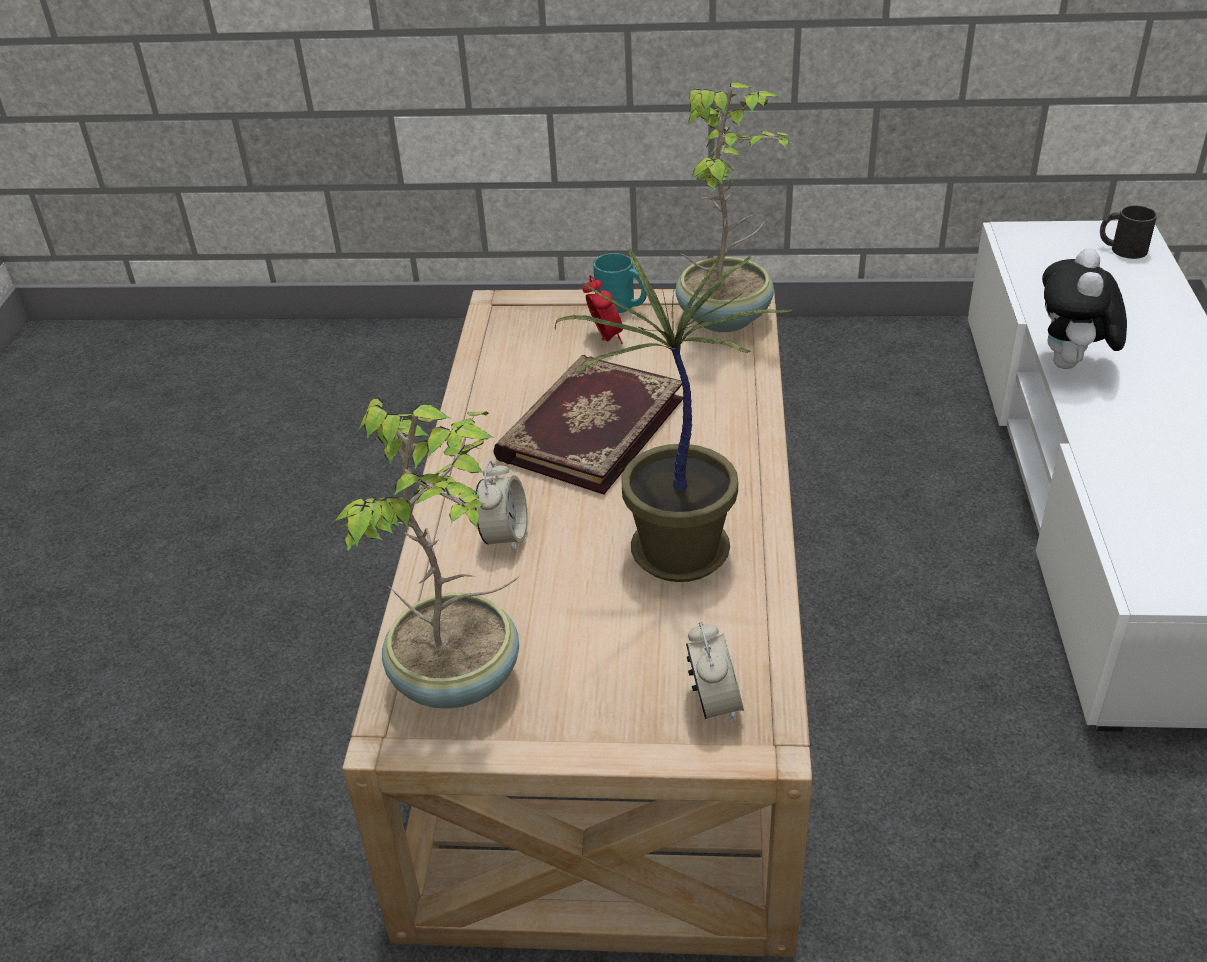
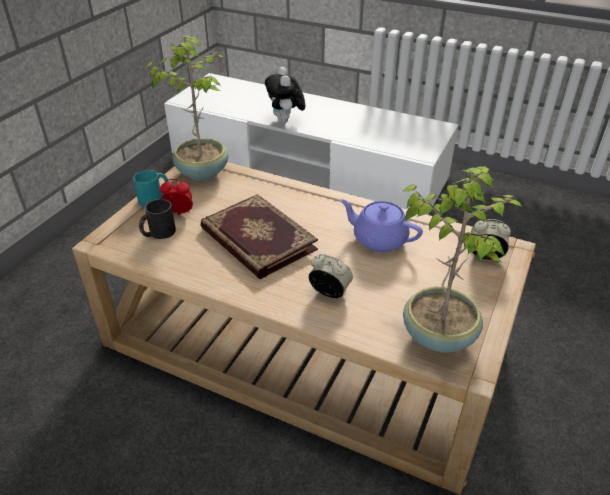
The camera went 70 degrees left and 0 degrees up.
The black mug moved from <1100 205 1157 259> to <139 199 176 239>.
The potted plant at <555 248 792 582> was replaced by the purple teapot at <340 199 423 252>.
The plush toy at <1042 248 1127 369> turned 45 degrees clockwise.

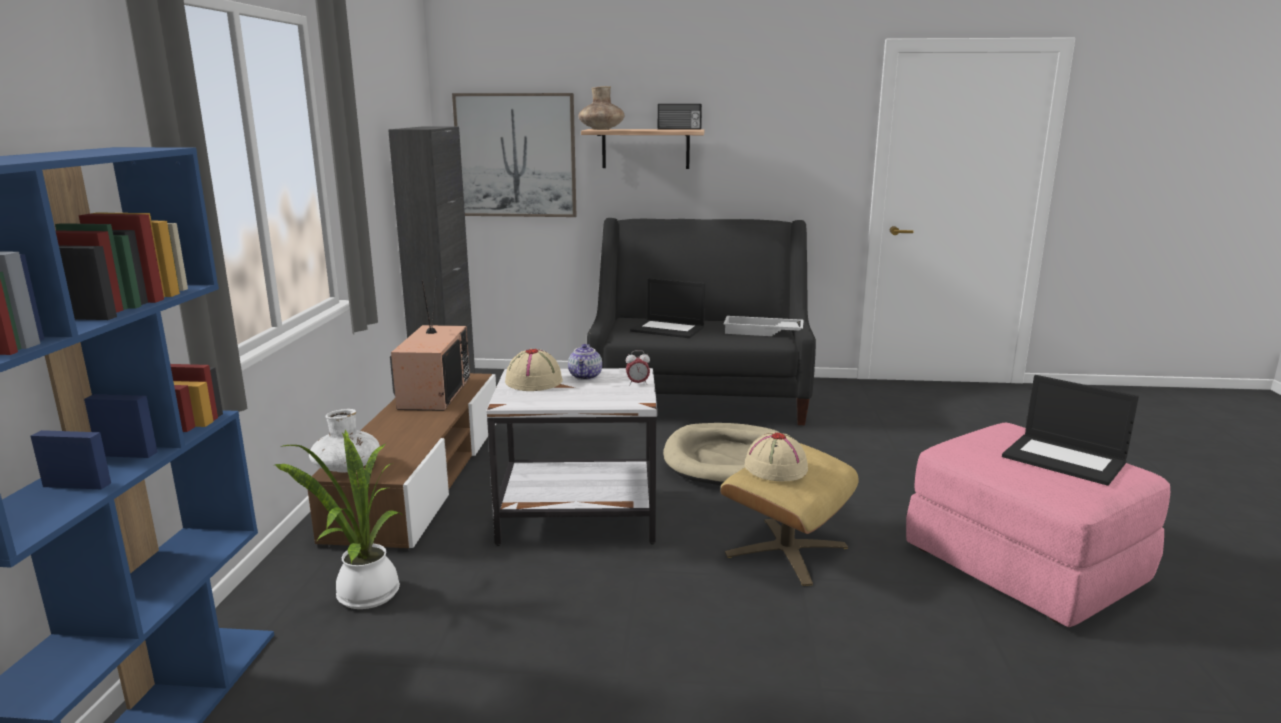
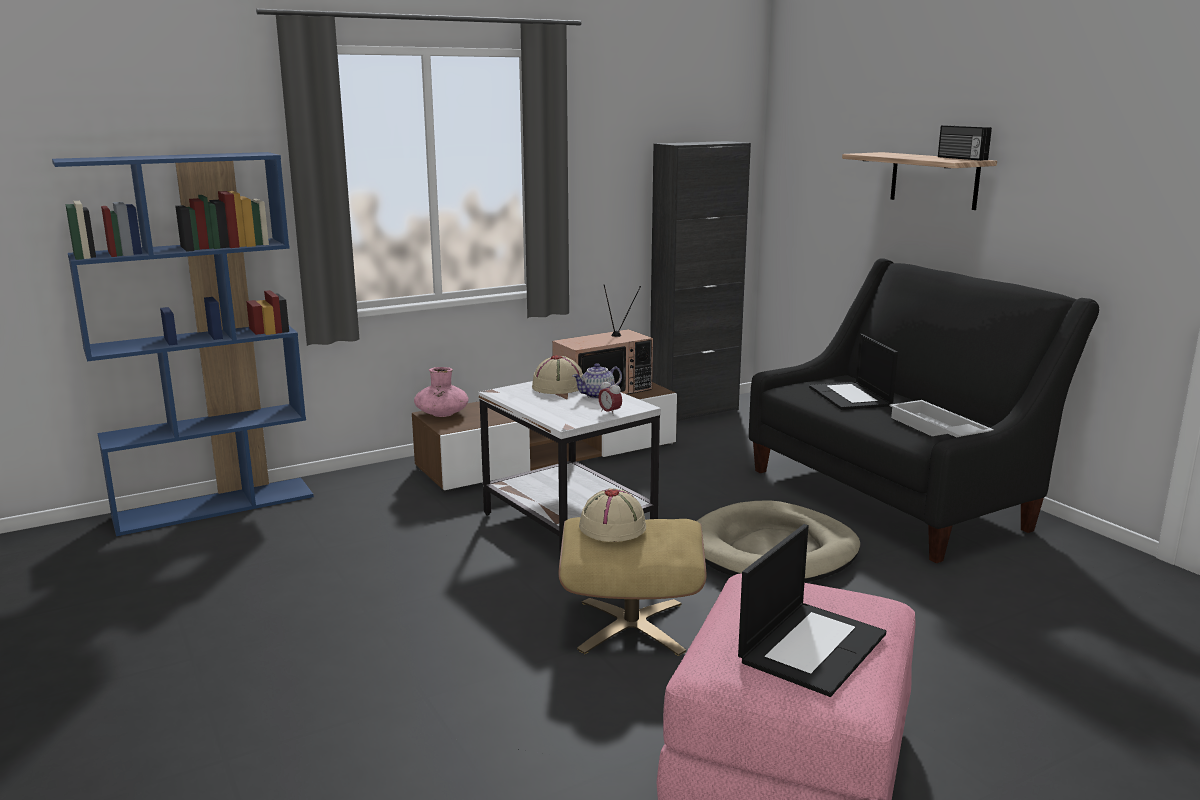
The camera went 55 degrees right and 0 degrees up.
The brown vase at <578 86 625 130> disappeared.
The picture at <452 93 576 217> disappeared.
The laptop at <1002 375 1139 486> turned 150 degrees counterclockwise.
The white vase at <309 409 380 473> became the pink vase at <414 367 469 417>.
The potted plant at <275 429 402 609> disappeared.

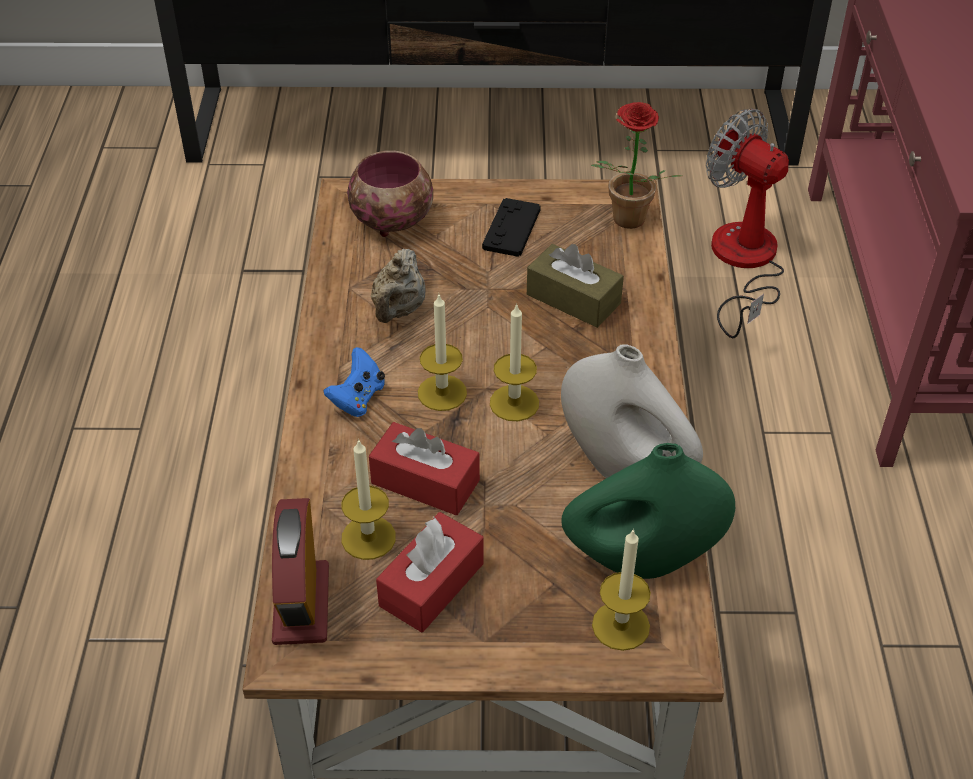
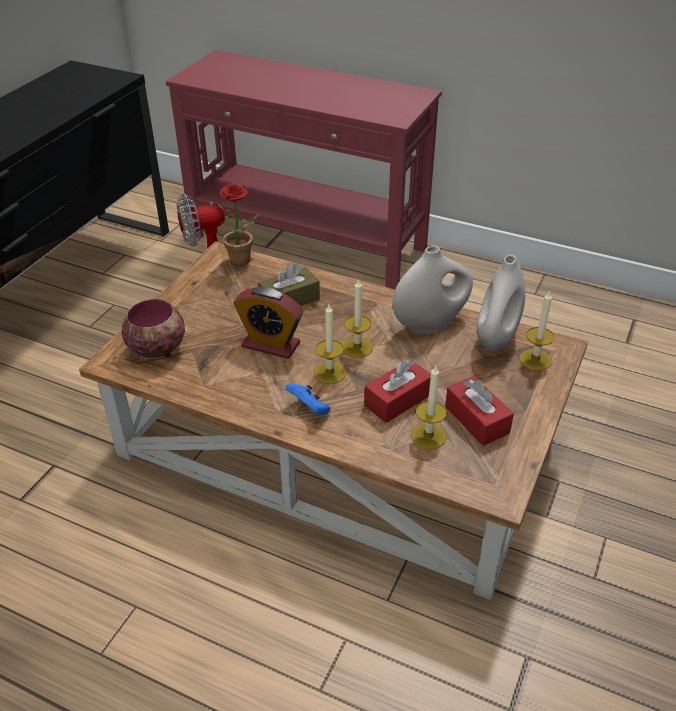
The camera went 65 degrees left and 5 degrees down.
The black game controller at <482 198 541 257> disappeared.
The beige teapot at <371 248 425 323> disappeared.
The green vase at <562 443 735 579> became the white vase at <477 255 525 351>.
The alarm clock moved from <272 498 329 645> to <233 287 303 359>.

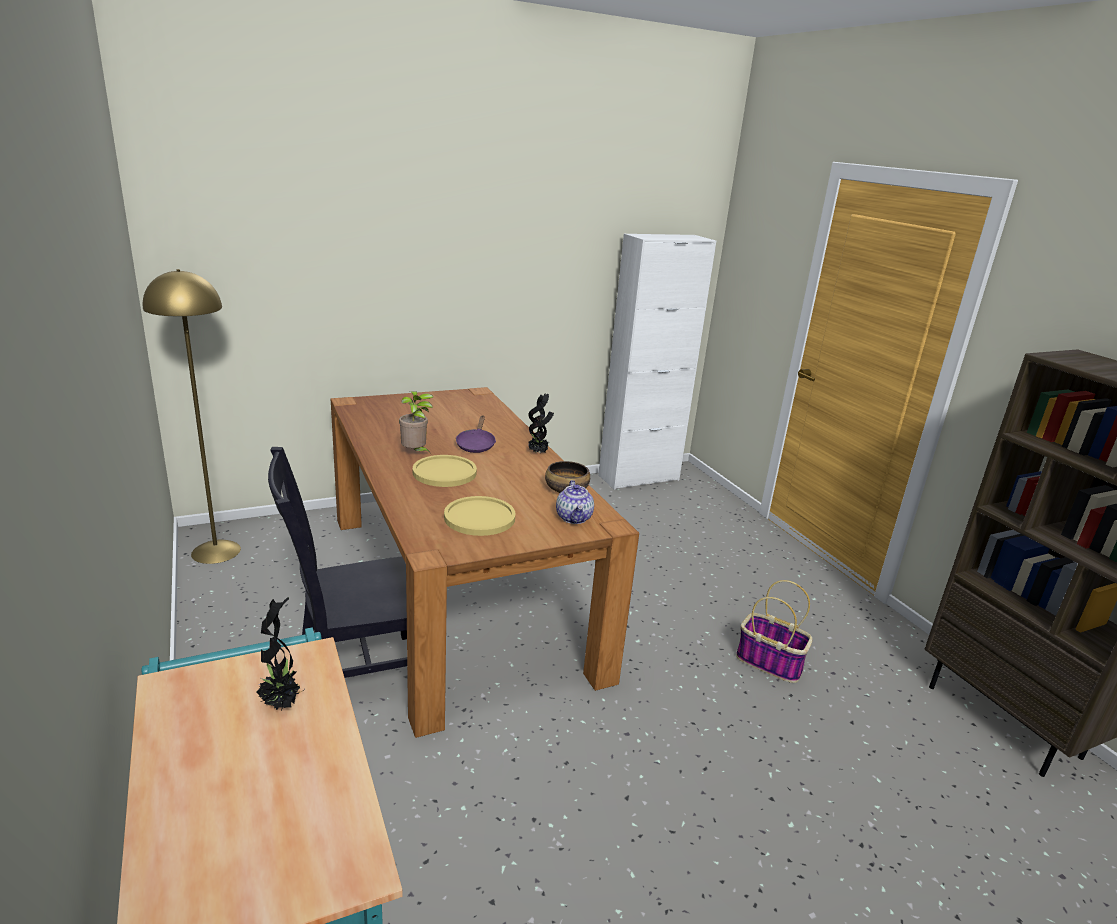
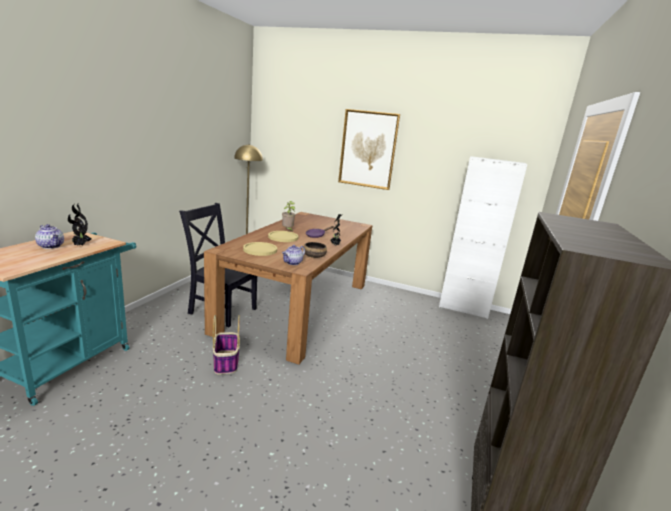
The camera went 45 degrees right and 5 degrees down.
The basket moved from <736 580 812 683> to <213 315 240 374>.
The picture at <338 109 400 190> appeared.
The teapot at <35 224 64 249> appeared.

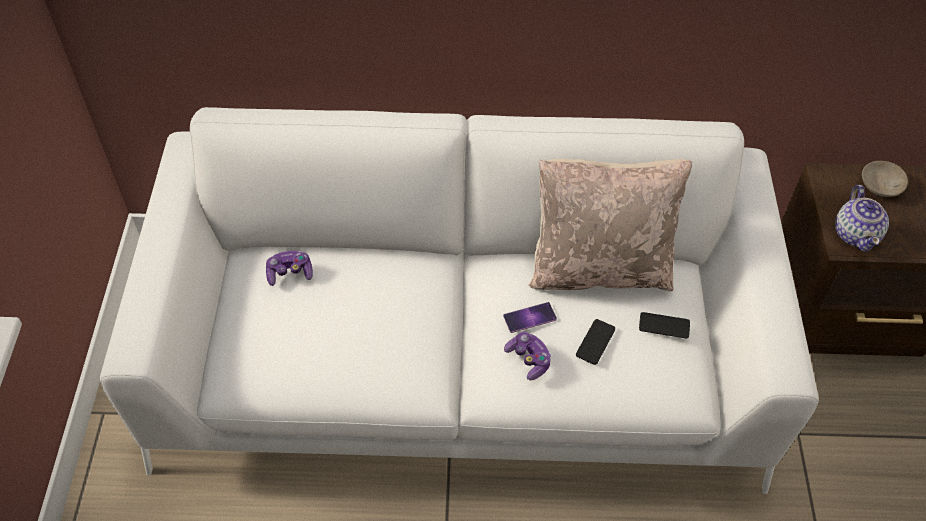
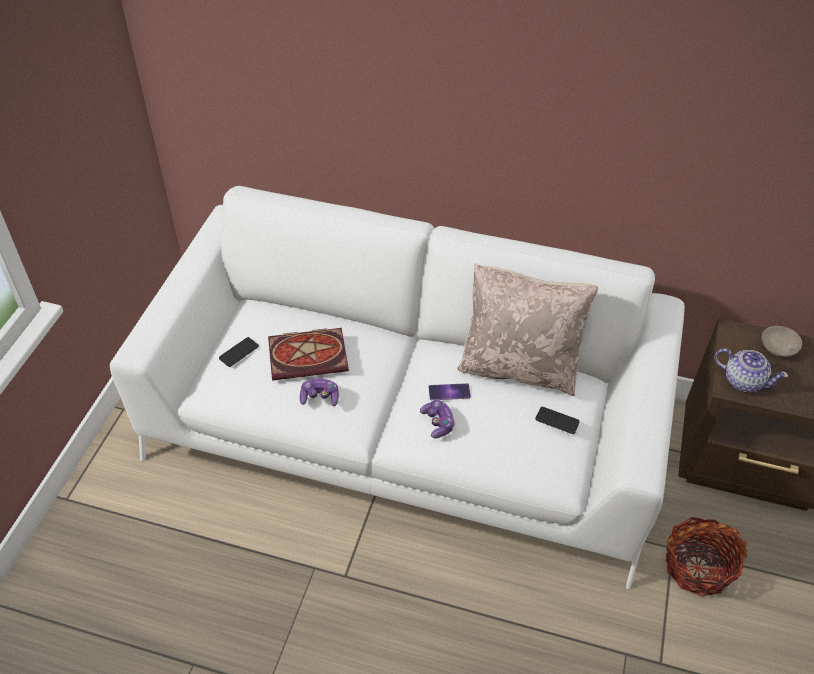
The camera went 15 degrees right and 5 degrees down.
The teapot at <835 185 889 252> turned 75 degrees counterclockwise.
The game controller moved from <266 251 313 286> to <300 379 339 406>.
The phone moved from <576 319 615 365> to <219 337 259 367>.
The book at <268 328 349 381> appeared.
The basket at <666 517 748 597> appeared.

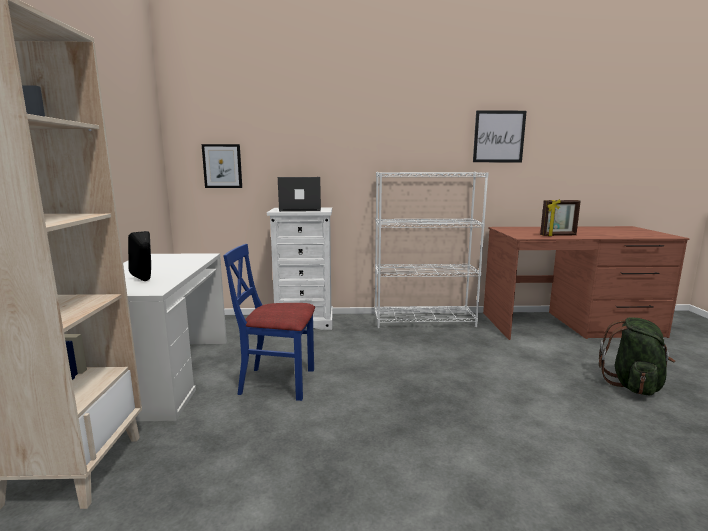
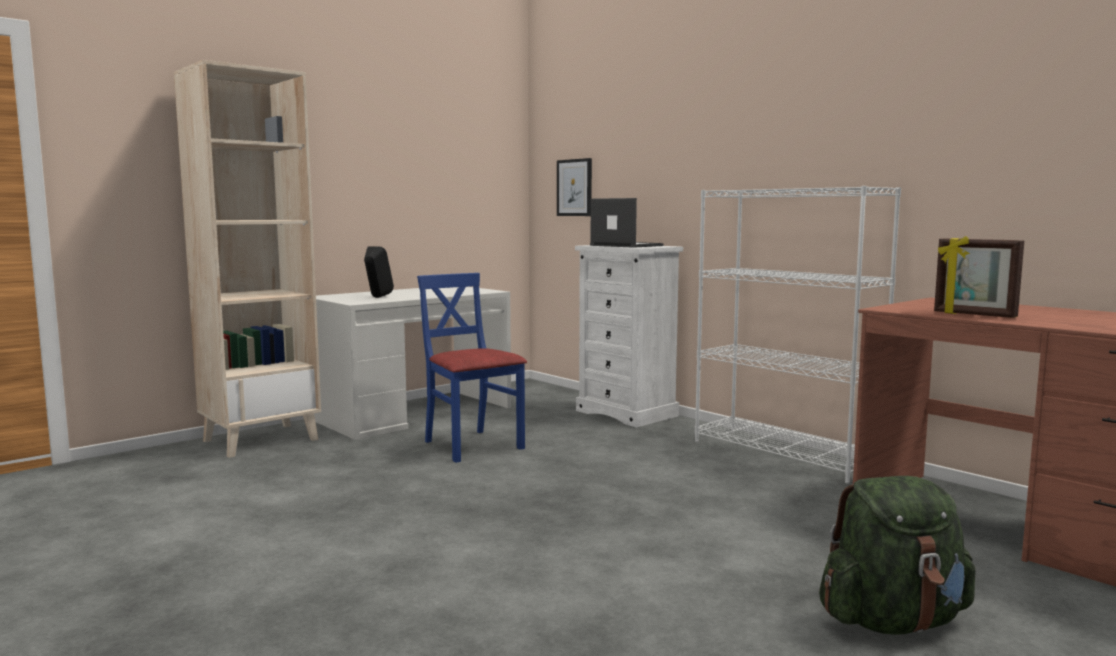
The camera went 50 degrees right and 5 degrees down.
The picture at <473 110 527 162> disappeared.

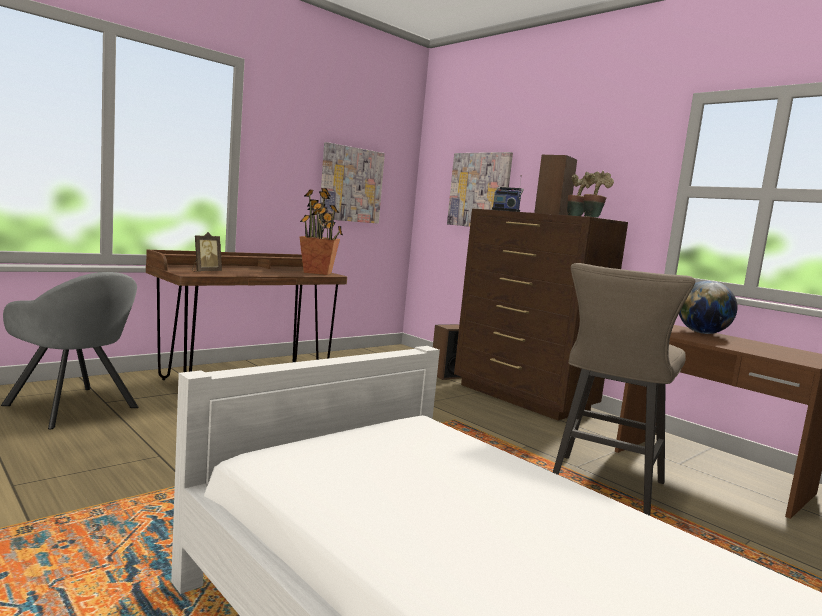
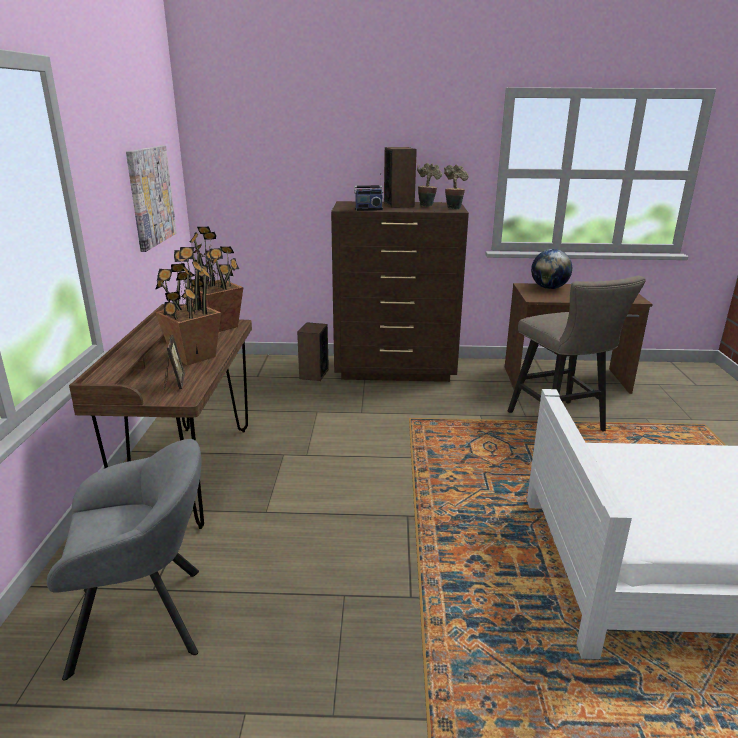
The camera went 45 degrees left and 15 degrees up.
The picture at <447 152 513 227> disappeared.
The potted plant at <155 247 221 365> appeared.

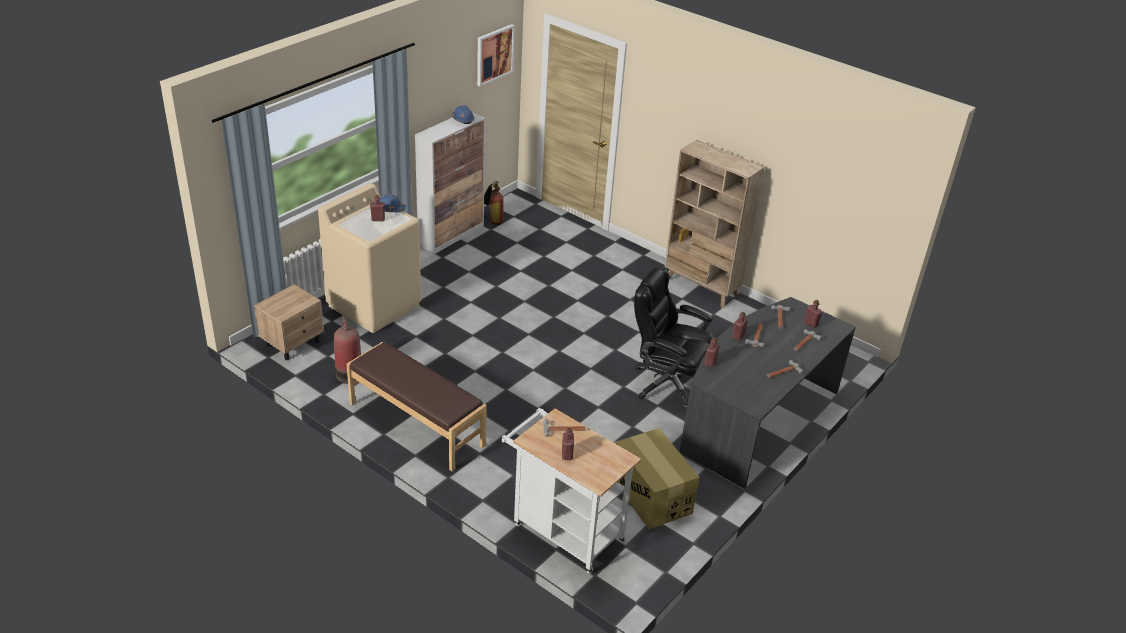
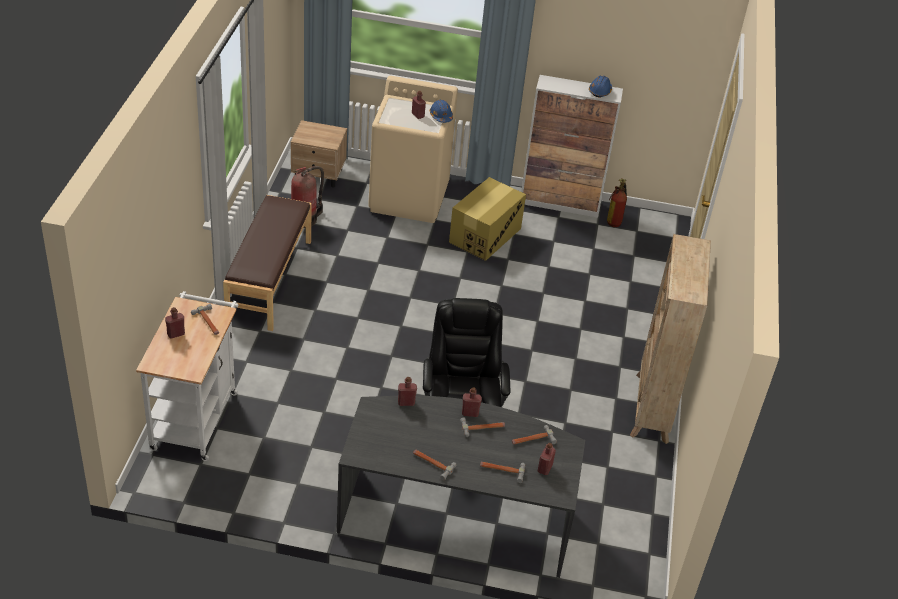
The camera went 60 degrees right and 5 degrees up.
The picture at <477 24 515 87> disappeared.
The cardboard box moved from <615 428 700 529> to <449 177 526 261>.

